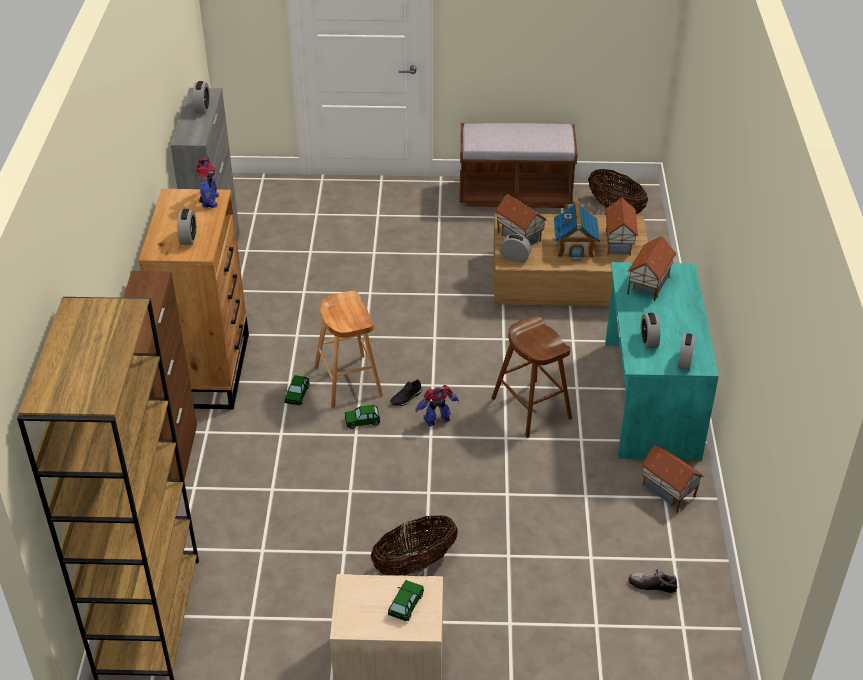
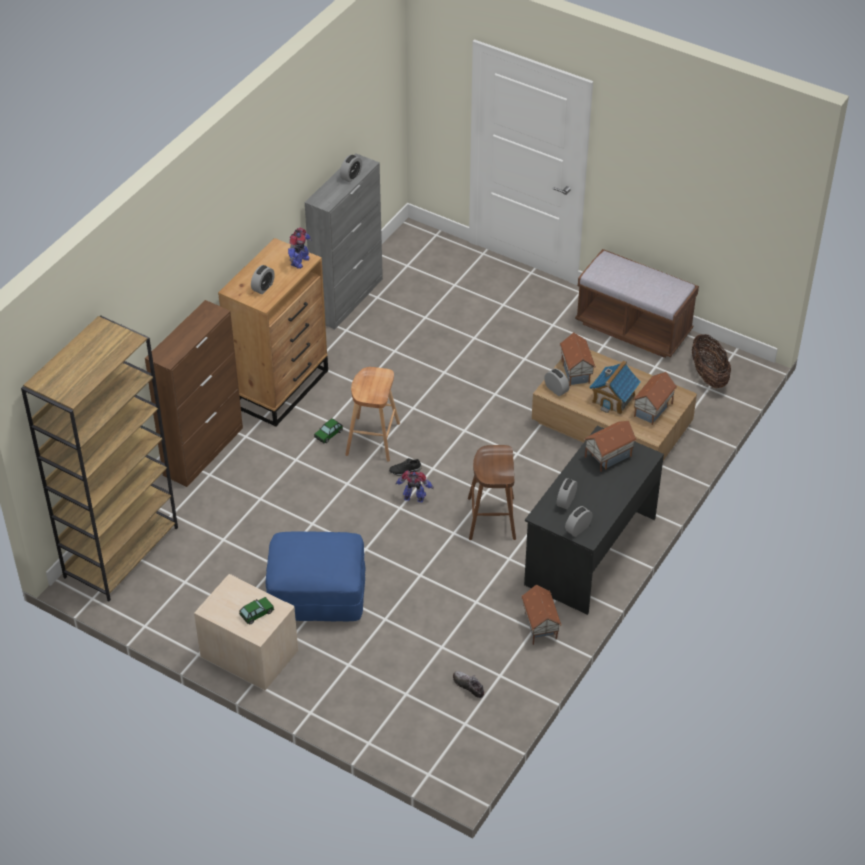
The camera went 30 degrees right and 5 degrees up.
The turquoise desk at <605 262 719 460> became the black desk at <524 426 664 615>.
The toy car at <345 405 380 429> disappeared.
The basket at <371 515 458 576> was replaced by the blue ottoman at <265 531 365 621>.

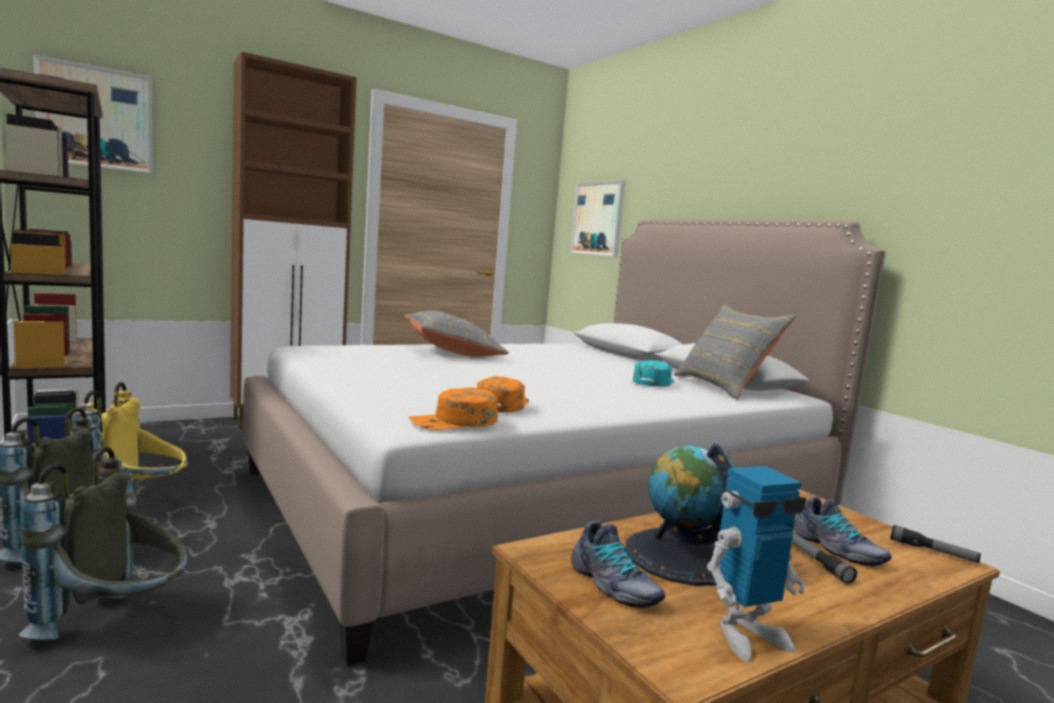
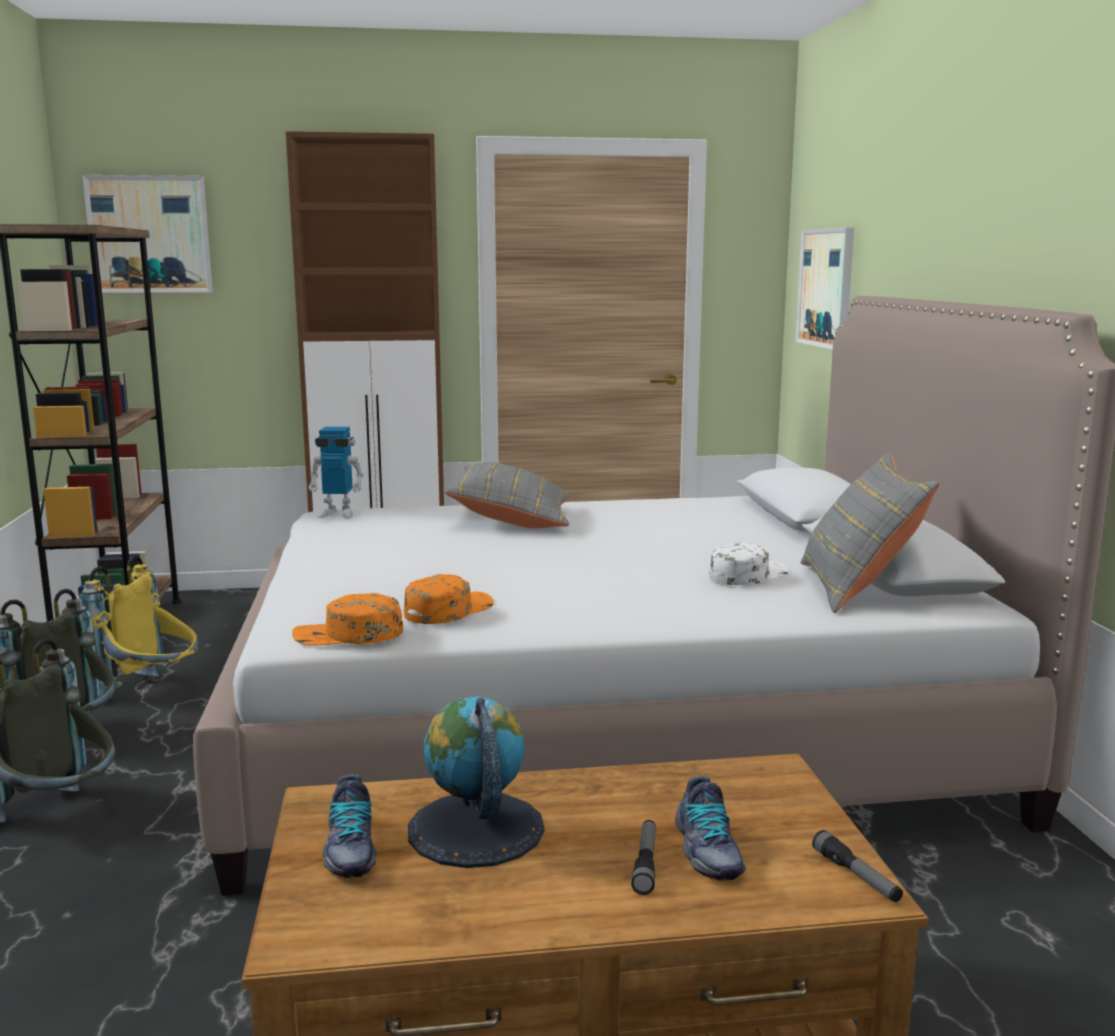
The camera went 25 degrees right and 5 degrees up.
The turquoise cap at <633 360 674 387> became the white cap at <709 543 788 585>.
The toy robot moved from <707 466 807 662> to <308 427 364 519>.

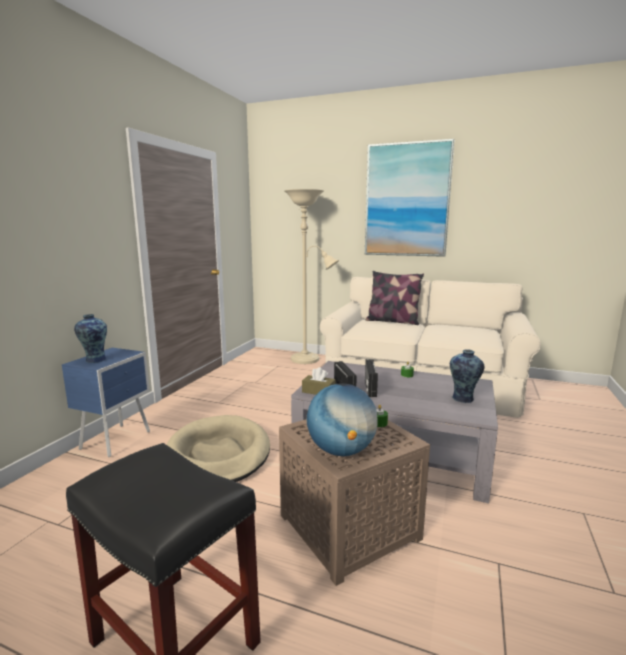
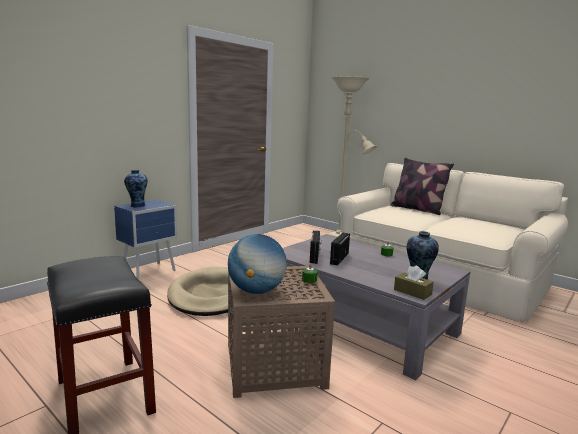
The camera went 20 degrees right and 0 degrees up.
The picture at <365 139 454 257> disappeared.
The brown tissue box moved from <302 367 335 395> to <394 265 434 300>.

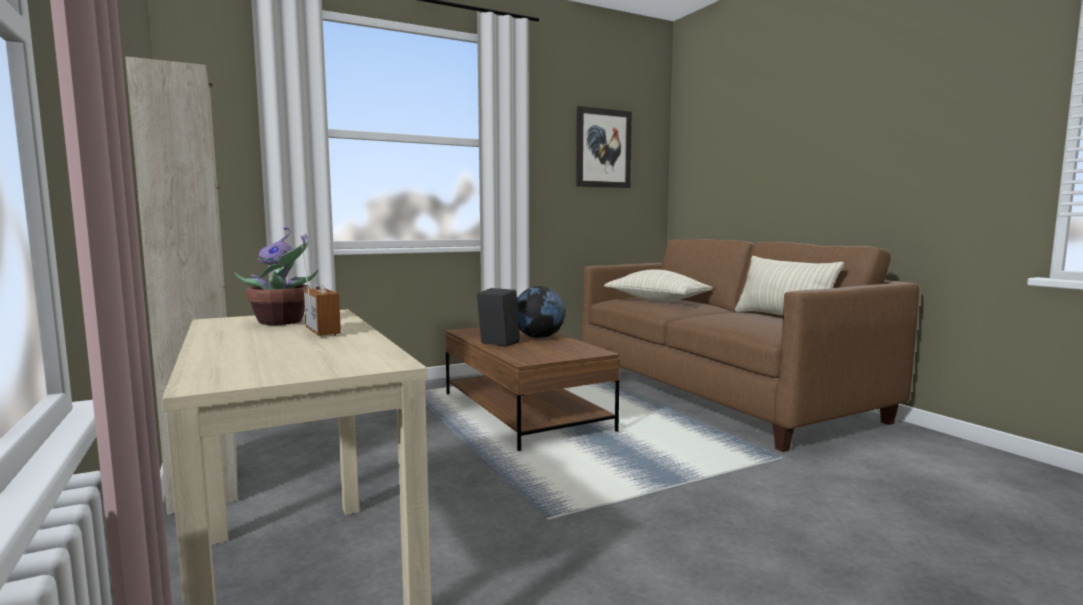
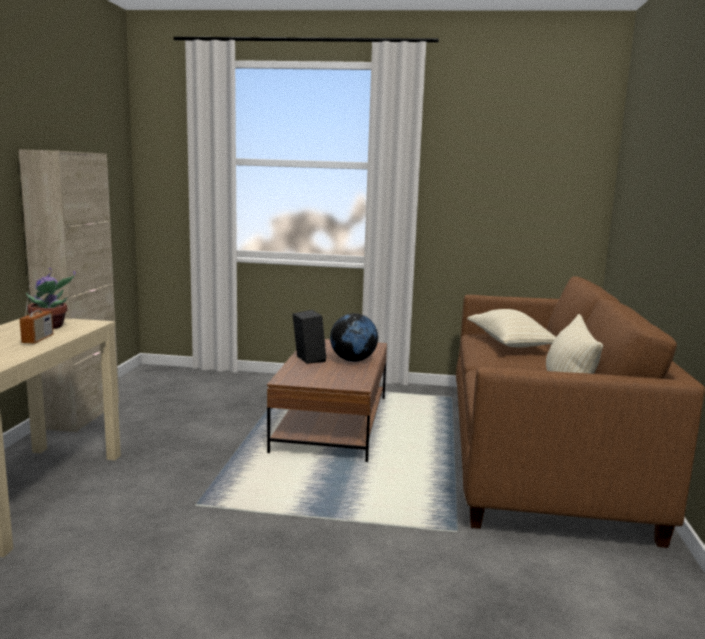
The camera went 35 degrees right and 5 degrees up.
The picture at <576 106 632 188> disappeared.

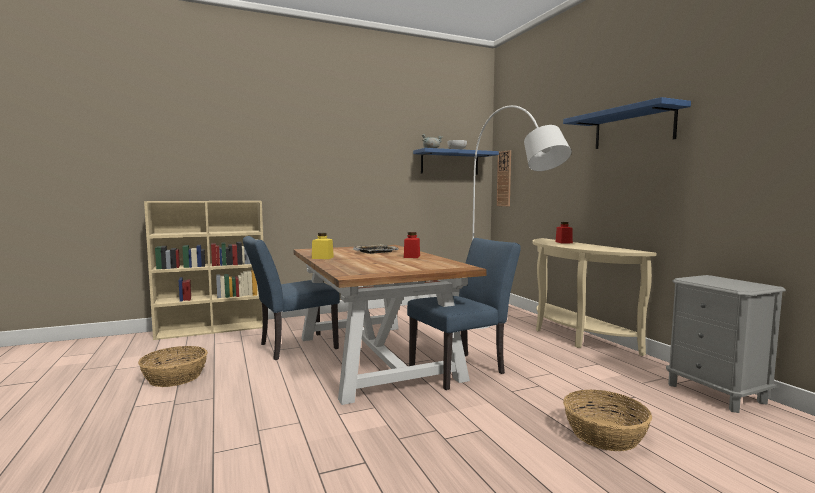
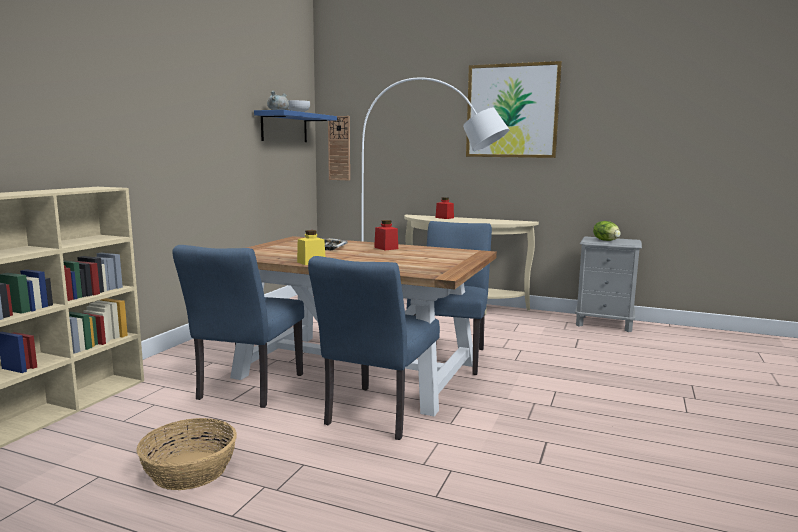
The camera went 45 degrees left and 5 degrees up.
The blue shelf at <563 97 691 149> was replaced by the picture at <466 61 562 158>.
The basket at <563 390 652 451> disappeared.
The lettuce at <593 221 621 241> appeared.
The blue chair at <308 256 440 440> appeared.

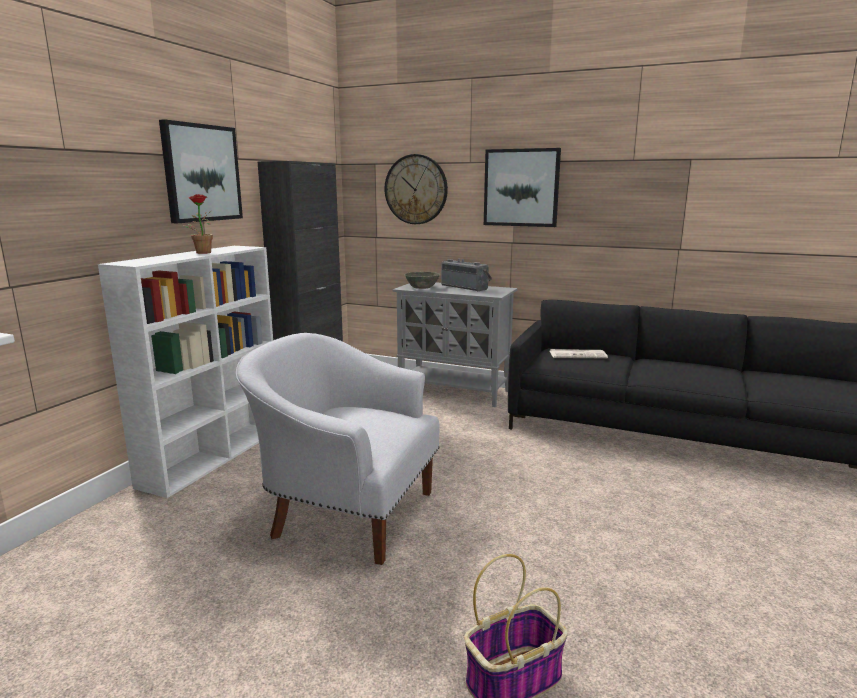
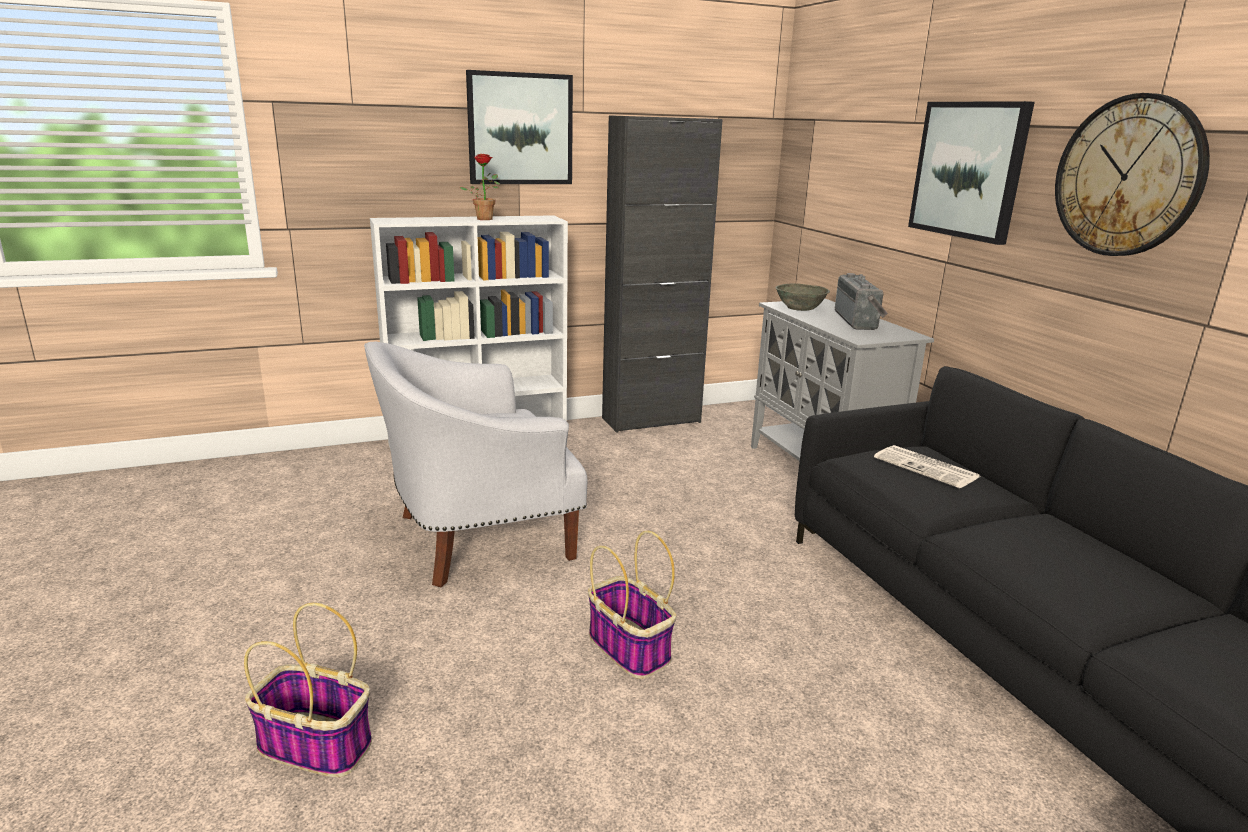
The camera went 45 degrees right and 5 degrees up.
The wall clock moved from <385 154 448 224> to <1055 93 1210 256>.
The white armchair at <236 333 440 565> turned 90 degrees counterclockwise.
The basket at <588 531 676 679> appeared.

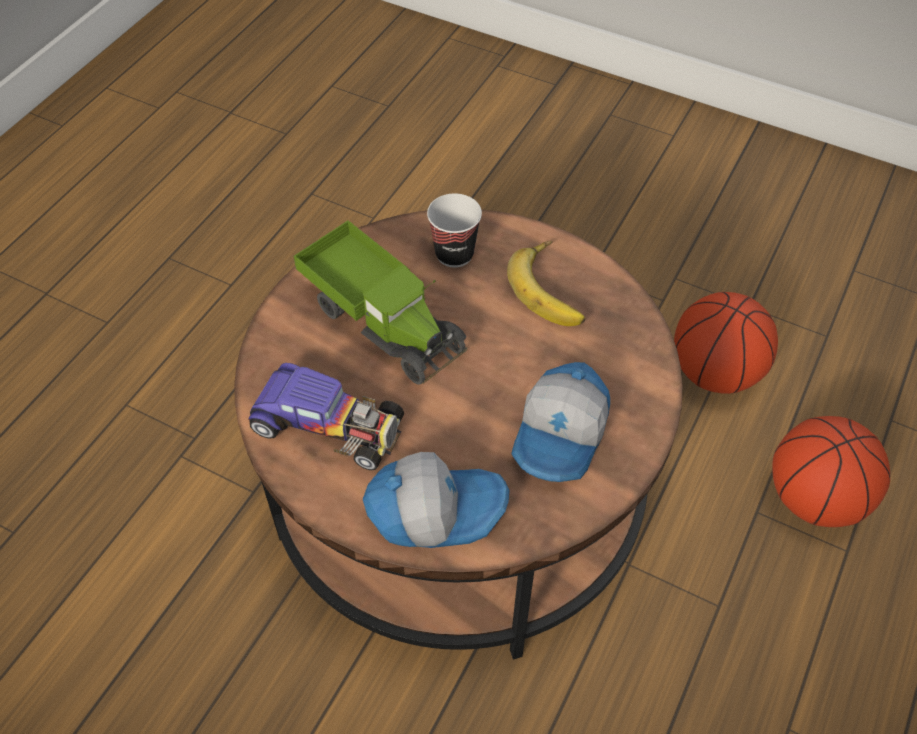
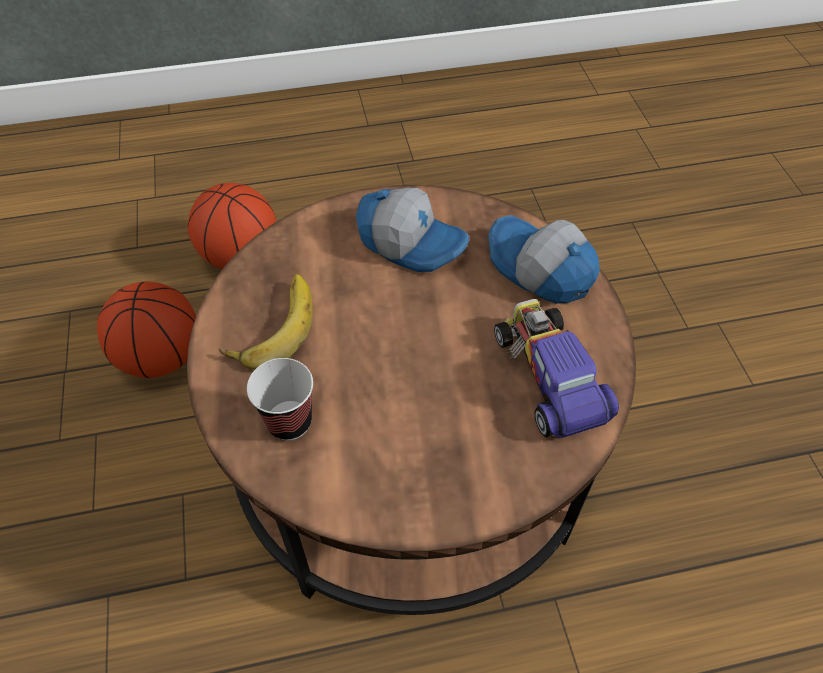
The camera went 130 degrees left and 0 degrees up.
The toy truck at <294 220 467 385> disappeared.
The cap at <511 362 610 482> turned 45 degrees clockwise.

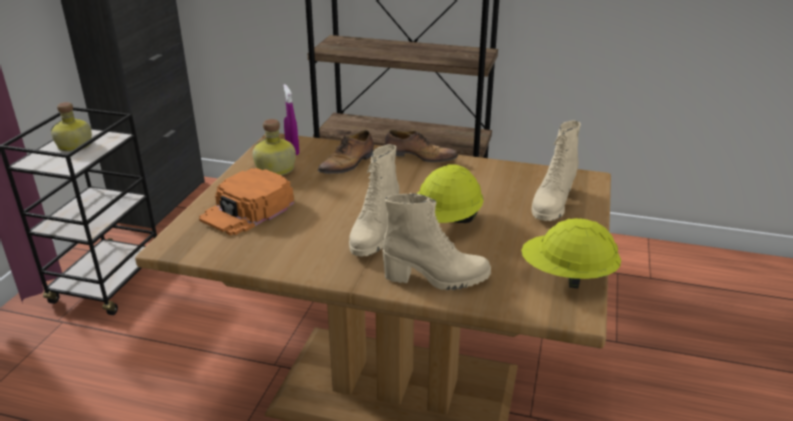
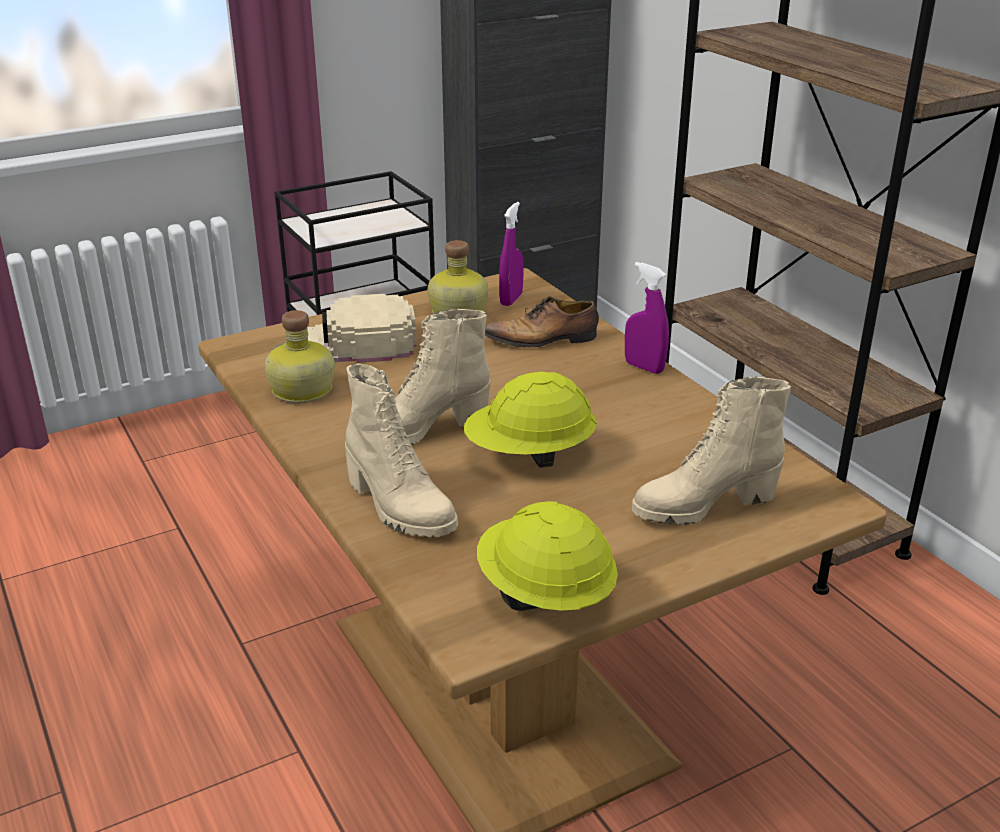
The camera went 45 degrees right and 0 degrees up.
The bottle moved from <51 102 92 152> to <265 310 335 403>.
The shoe at <385 130 458 163> was replaced by the purple spray bottle at <625 262 669 374>.
The orange cap at <199 168 294 236> became the beige cap at <307 294 417 363>.

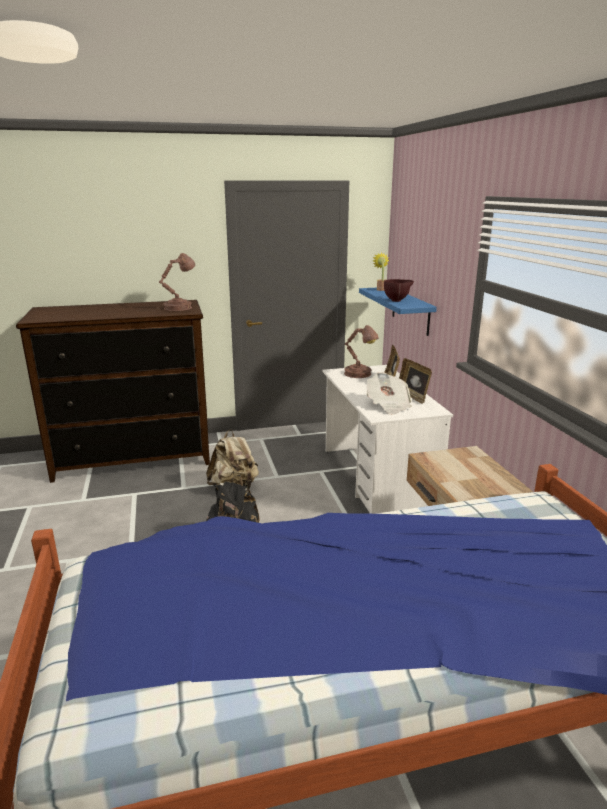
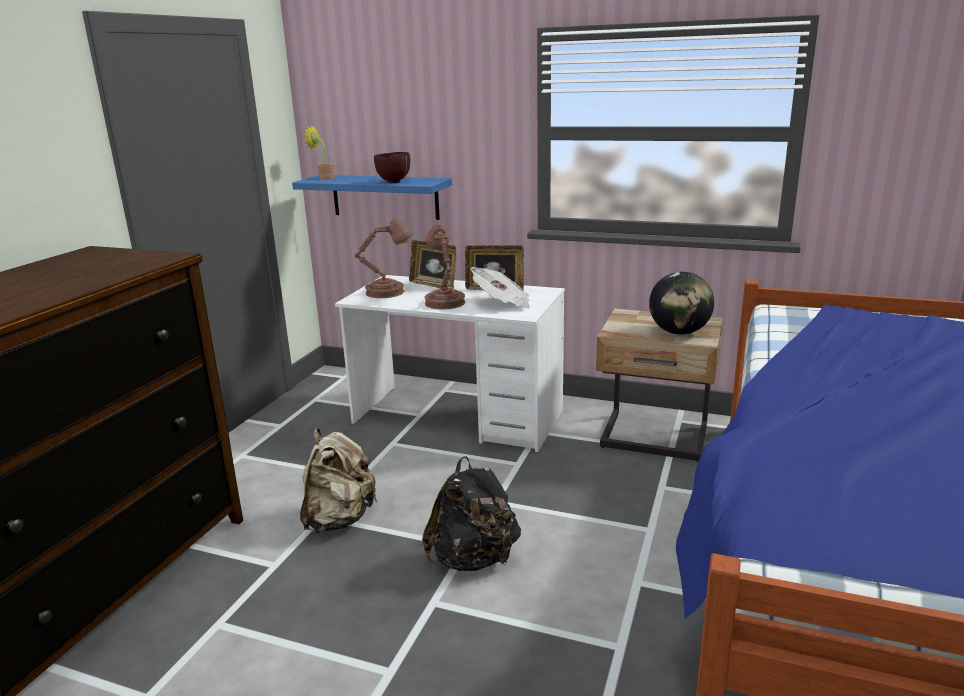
The camera went 55 degrees left and 0 degrees up.
The brown table lamp moved from <159 253 195 311> to <425 223 465 310>.
The globe at <649 272 714 335> appeared.

